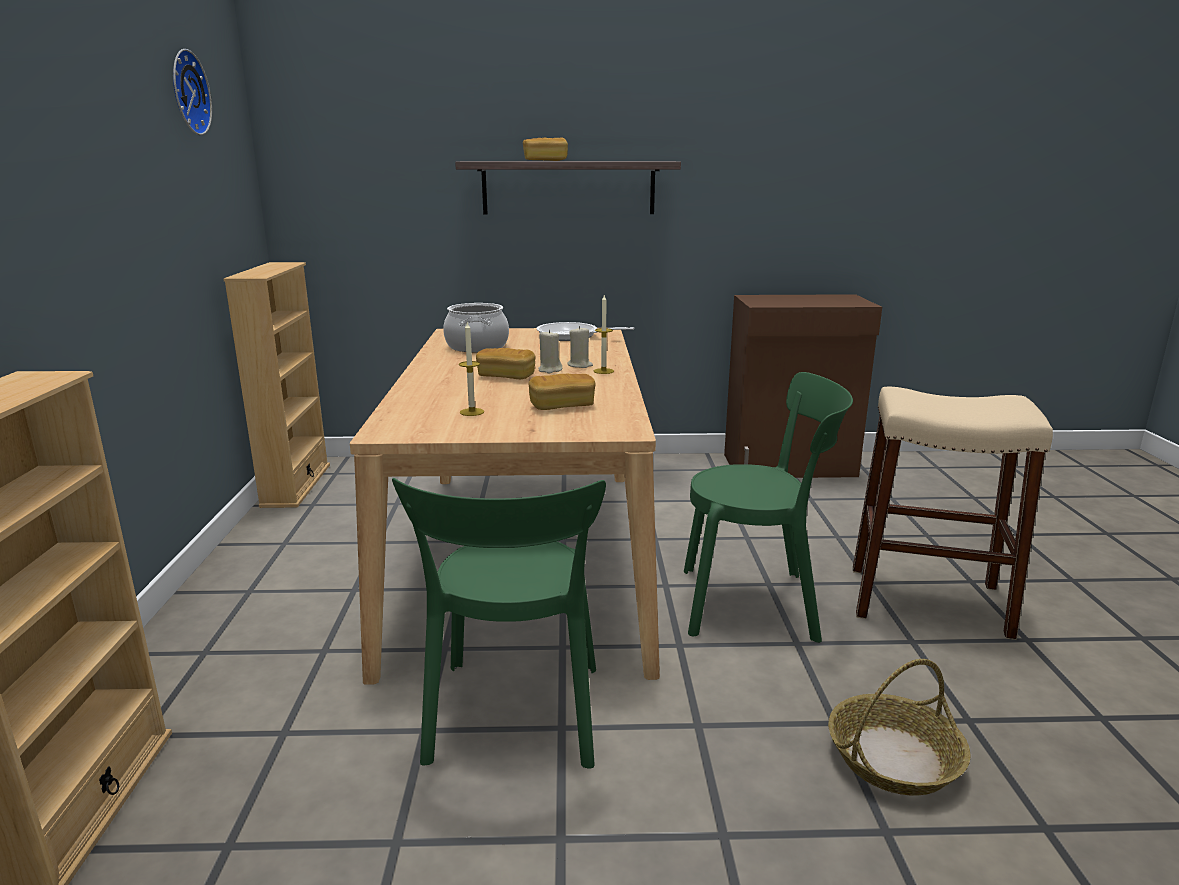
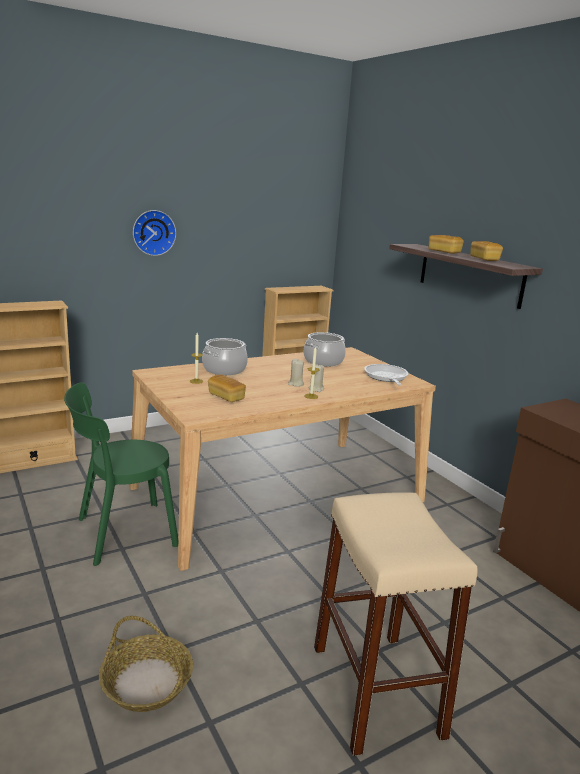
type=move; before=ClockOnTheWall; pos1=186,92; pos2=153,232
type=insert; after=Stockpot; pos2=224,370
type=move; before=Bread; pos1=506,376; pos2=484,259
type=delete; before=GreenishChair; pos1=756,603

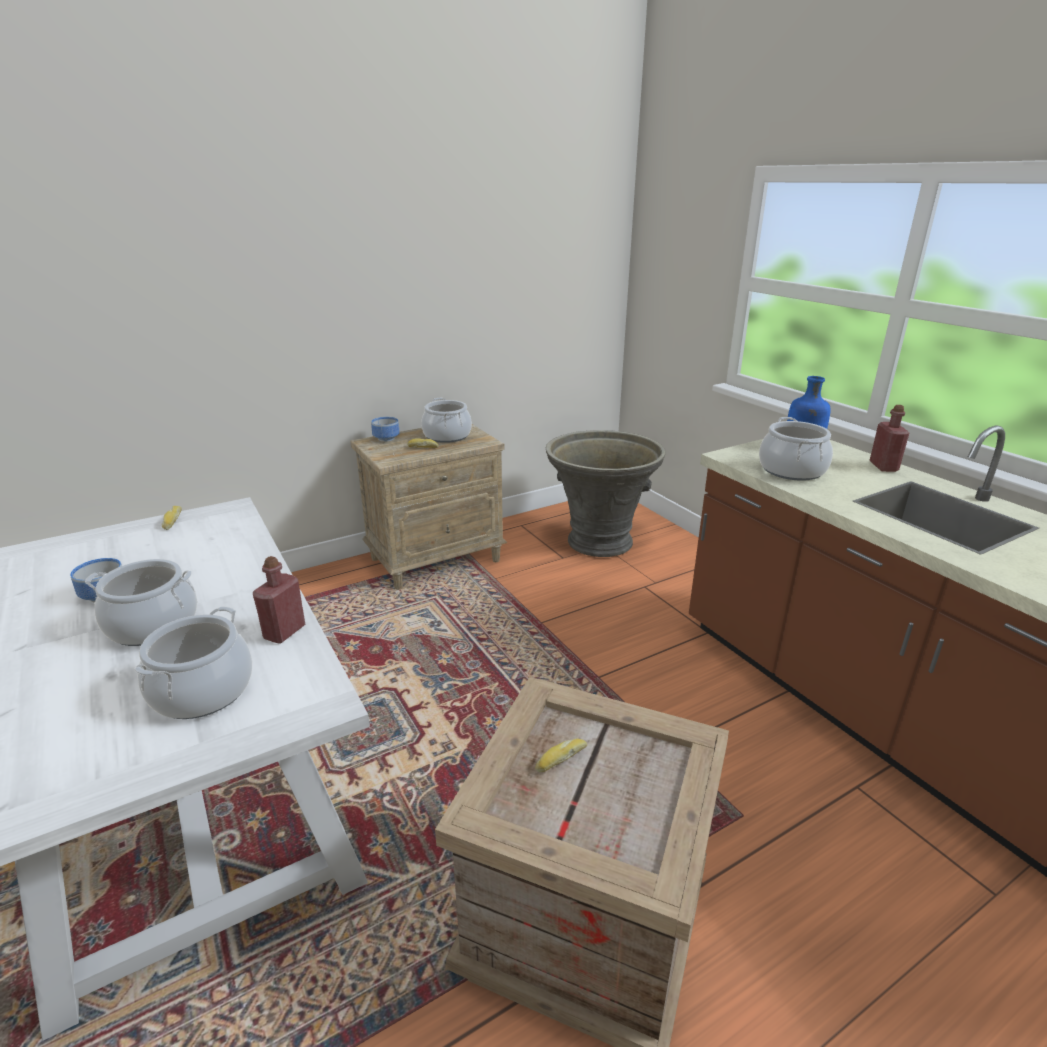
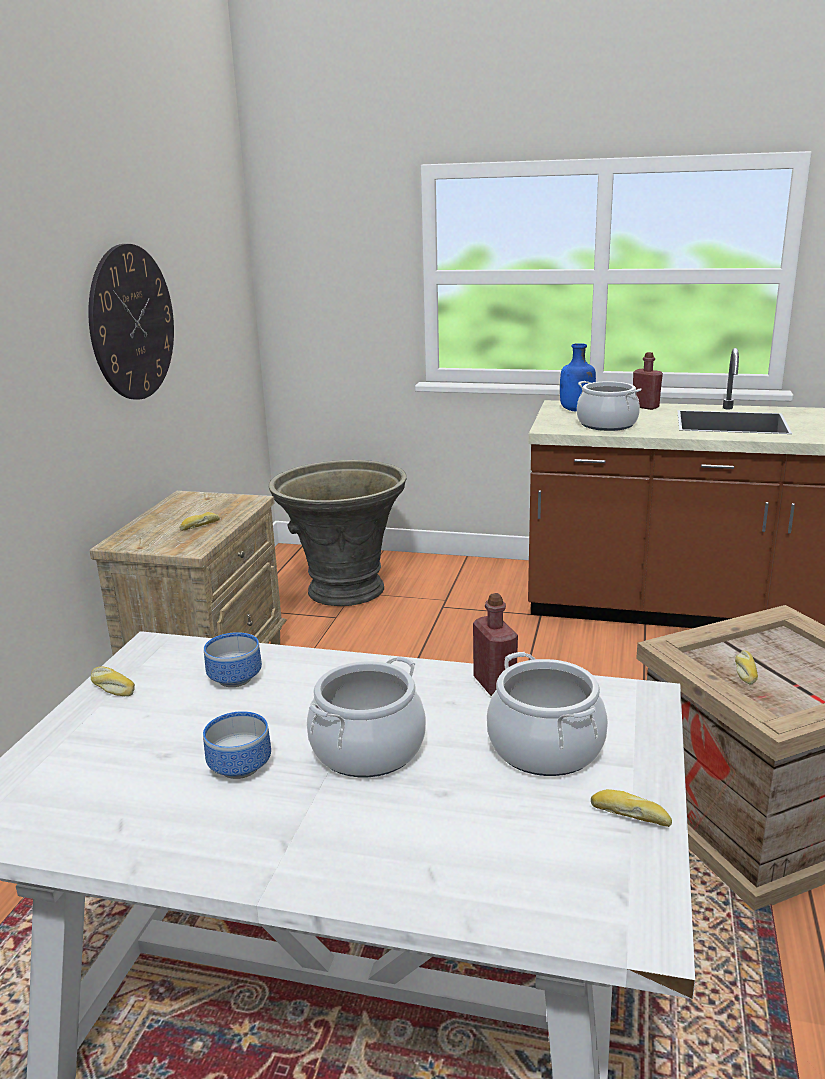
type=insert; after=ClockOnTheWall; pos2=132,323
type=move; before=DeepDish; pos1=385,438; pos2=232,679
type=insert; after=Bread; pos2=630,815
type=delete; before=Stockpot; pos1=447,436

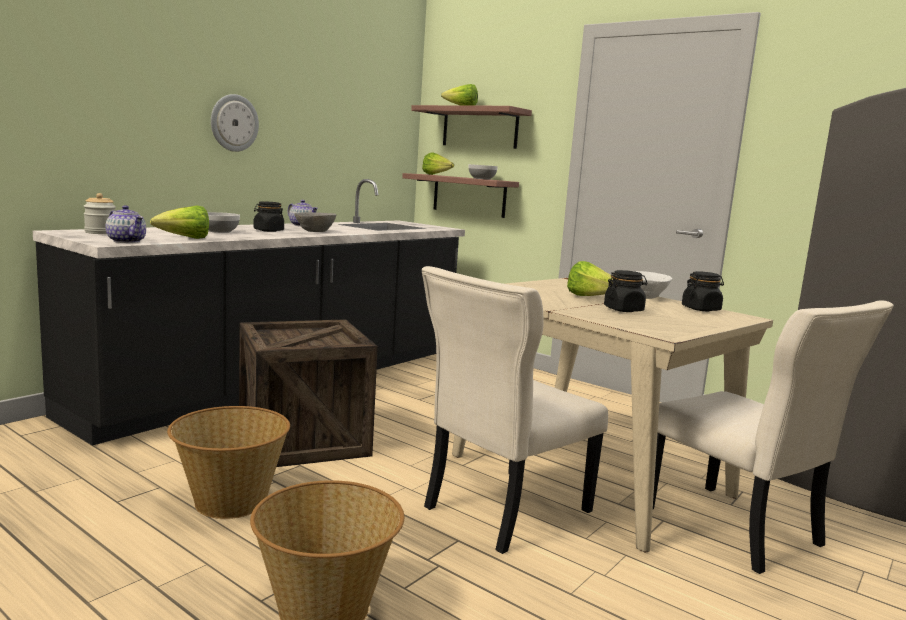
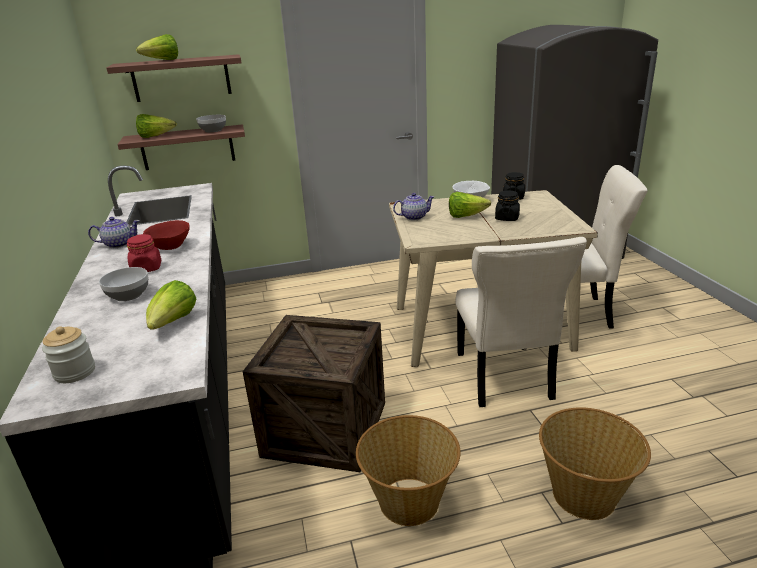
type=recolor; before=BlackPreserveJar; after=RedPreserveJar; pos1=268,230; pos2=147,268
type=recolor; before=GrayDeepDish; after=RedDeepDish; pos1=314,231; pos2=170,246
type=move; before=PotForTea; pos1=126,241; pos2=413,217
type=delete; before=ClockOnTheWall; pos1=234,123

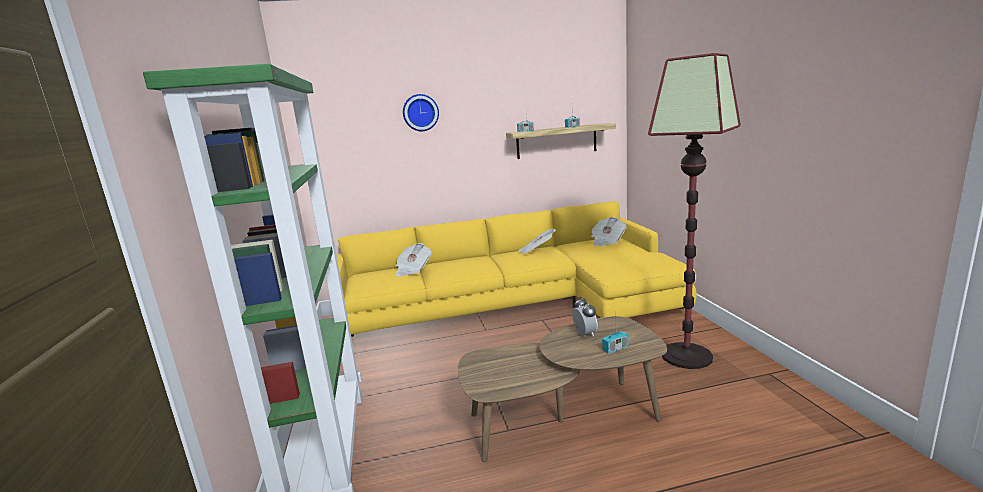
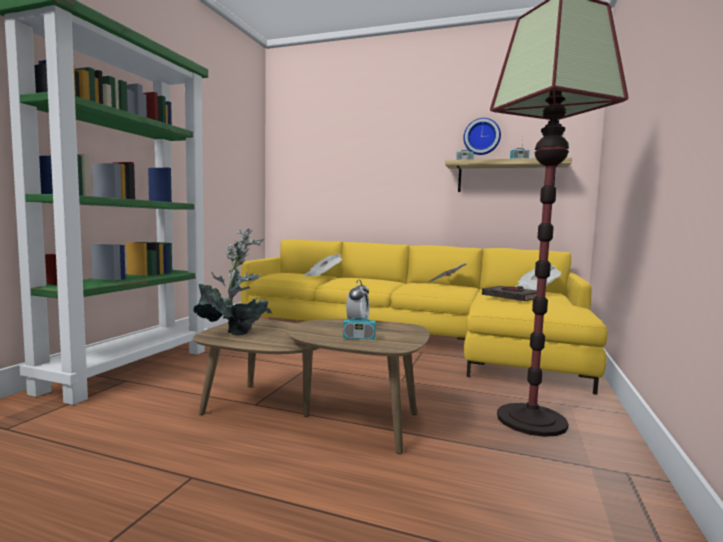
type=insert; after=Houseplant; pos2=235,332
type=move; before=ClockOnTheWall; pos1=420,112; pos2=482,137
type=insert; after=BlackBoundBook; pos2=511,297

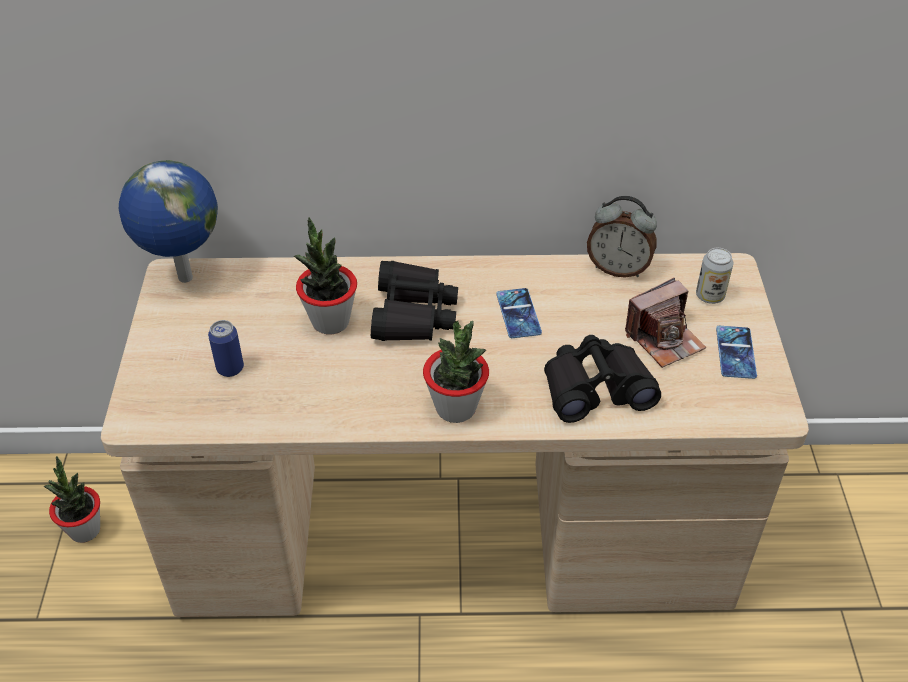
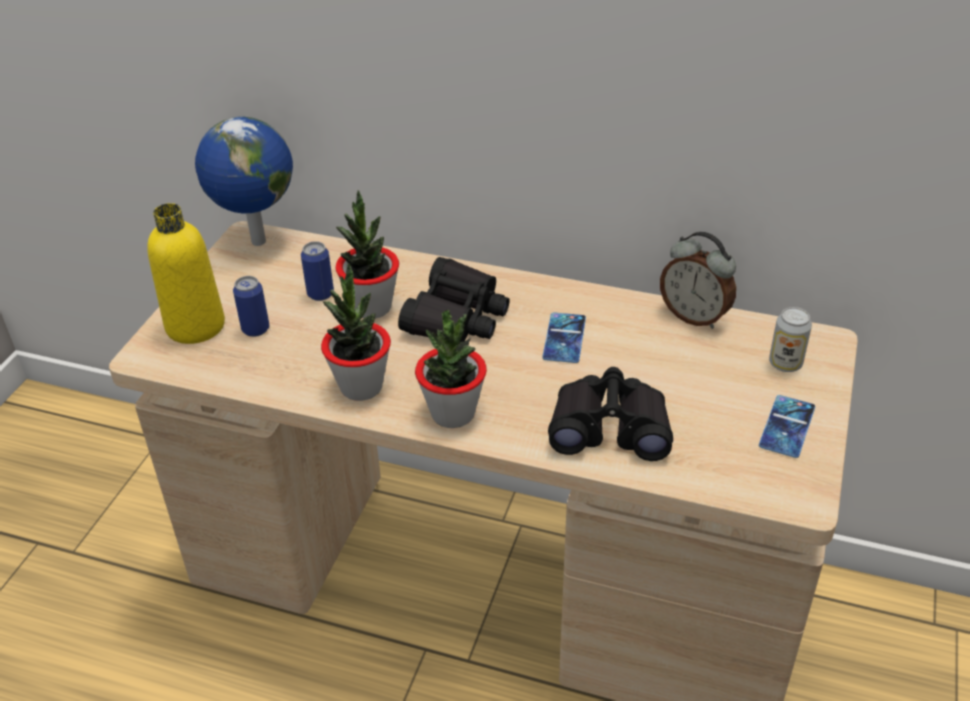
type=insert; after=YellowColouredBeverageBottle; pos2=195,326
type=insert; after=SealedCan; pos2=320,294
type=move; before=Houseplant; pos1=84,530; pos2=361,386
type=delete; before=PhotoCamera; pos1=664,339

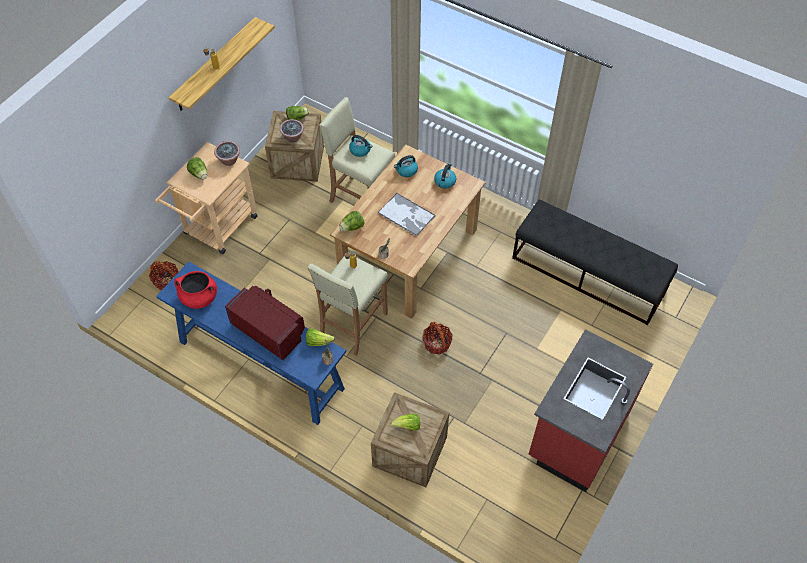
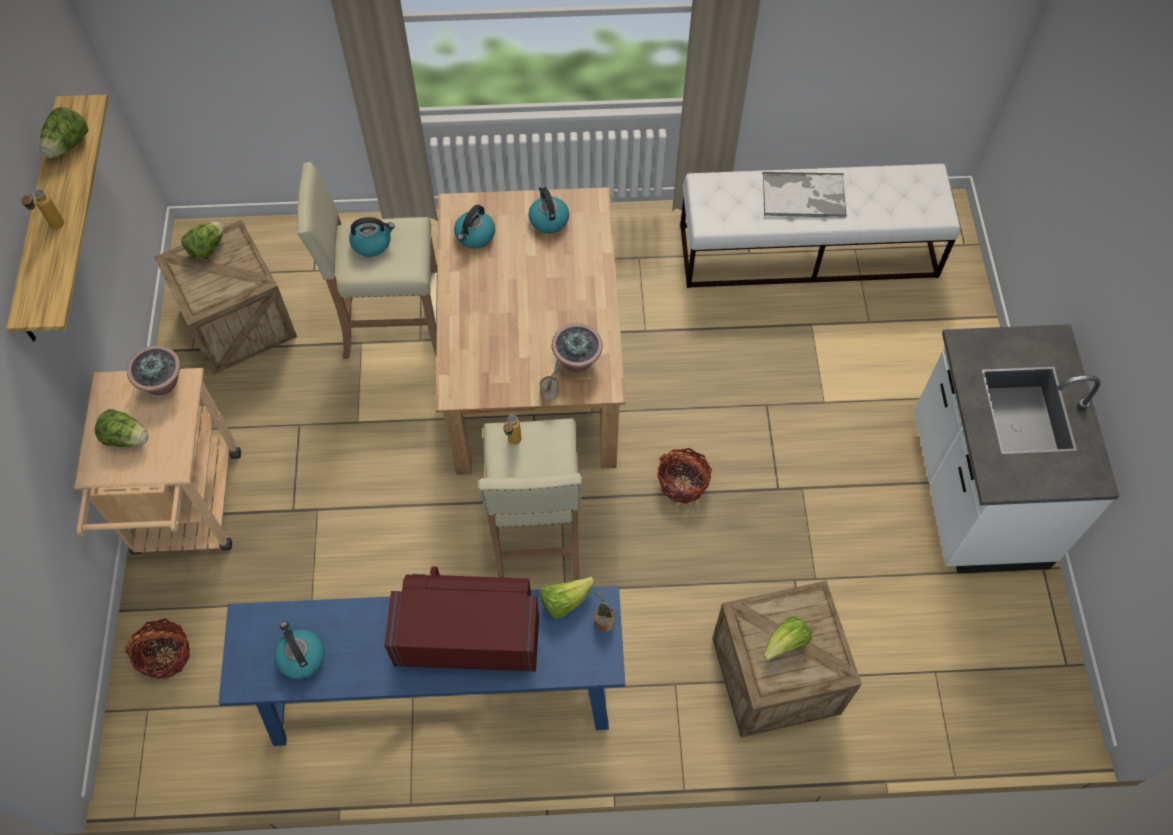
type=move; before=HeadOfLettuce; pos1=352,227; pos2=68,145
type=replace; before=RedStockpot; after=WaterKettle; pos1=199,298; pos2=301,656
type=move; before=Houseplant; pos1=293,138; pos2=577,360
type=recolor; before=BlackLongSeat; after=WhiteColouredLongSeat; pos1=588,275; pos2=808,251
type=move; before=CarryingTray; pos1=407,215; pos2=804,196
type=recolor; before=RedKitchenCounter; after=WhiteColouredKitchenCounter; pos1=577,434; pos2=974,492

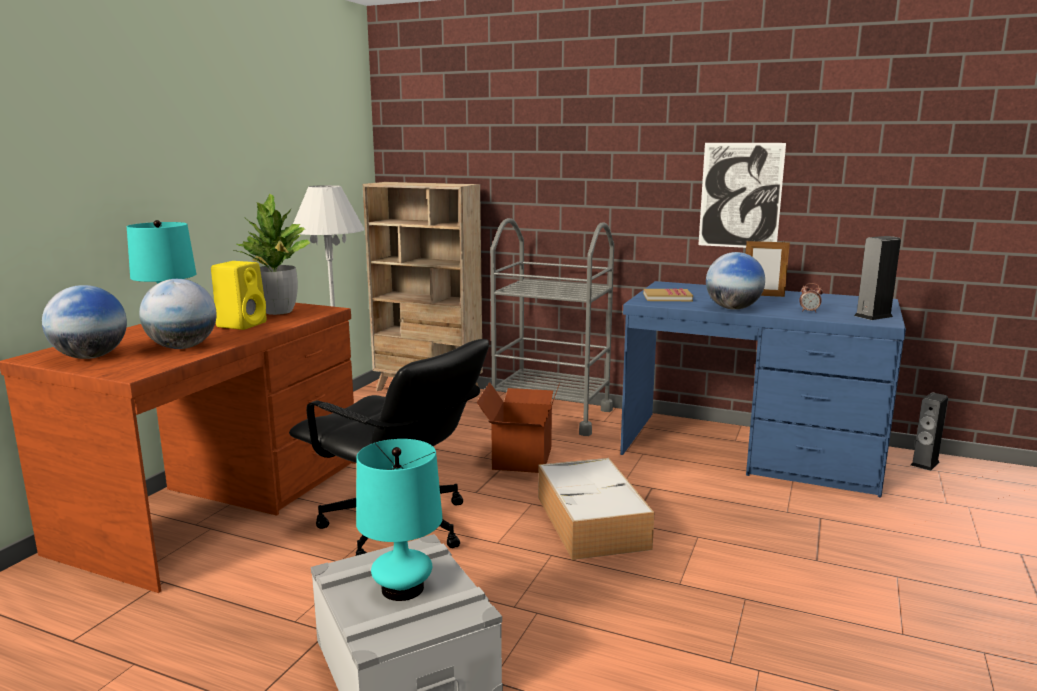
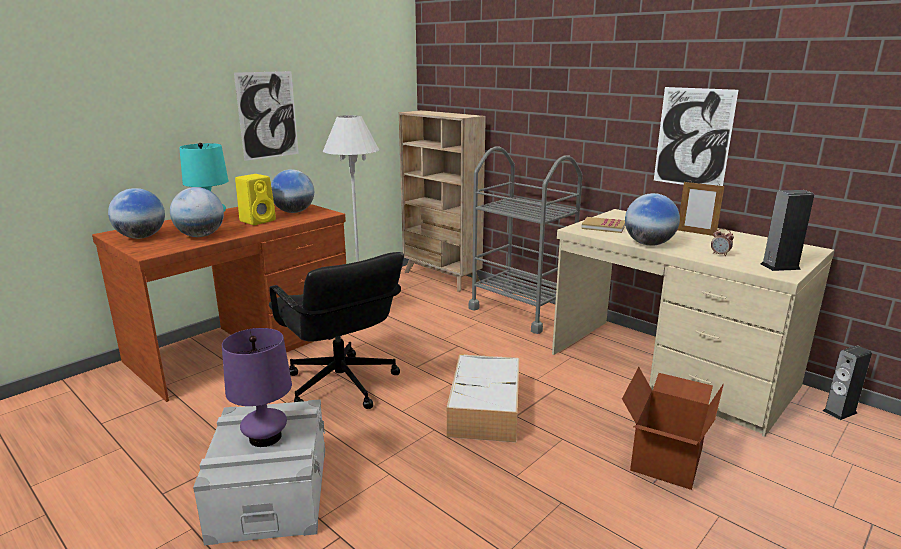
type=recolor; before=BlueGreenTableLamp; after=PurpleTableLamp; pos1=402,588; pos2=265,437
type=insert; after=WallArt; pos2=268,115
type=replace; before=Houseplant; after=WorldGlobe; pos1=278,311; pos2=294,212
type=recolor; before=BluishDesk; after=BeigeDesk; pos1=750,451; pos2=670,370
type=move; before=Carton; pos1=521,458; pos2=665,459

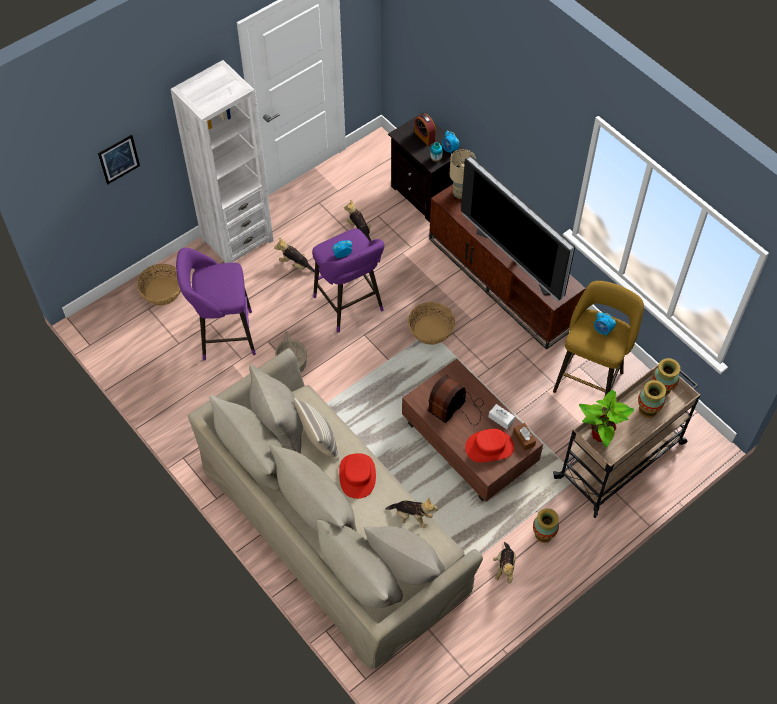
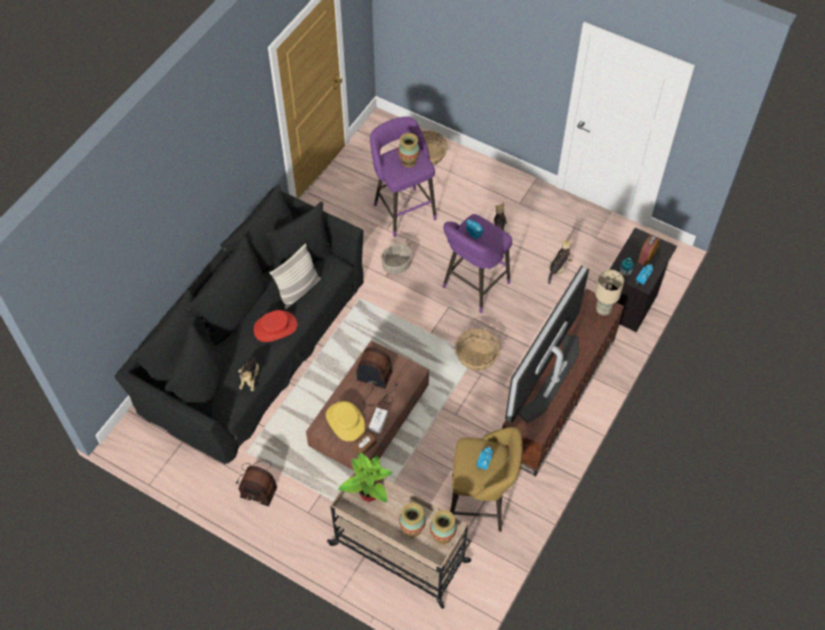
type=recolor; before=BeigeCouch; after=BlackCouch; pos1=334,525; pos2=254,344
type=replace; before=PlushToy; after=RadioReceiver; pos1=504,567; pos2=256,484
type=recolor; before=RedWearableHat; after=YellowColouredWearableHat; pos1=489,447; pos2=345,421
type=move; before=Vase; pos1=543,534; pos2=408,161
type=delete; before=WallArt; pos1=119,159
type=delete; before=WhiteColouredBookcase; pos1=237,240

